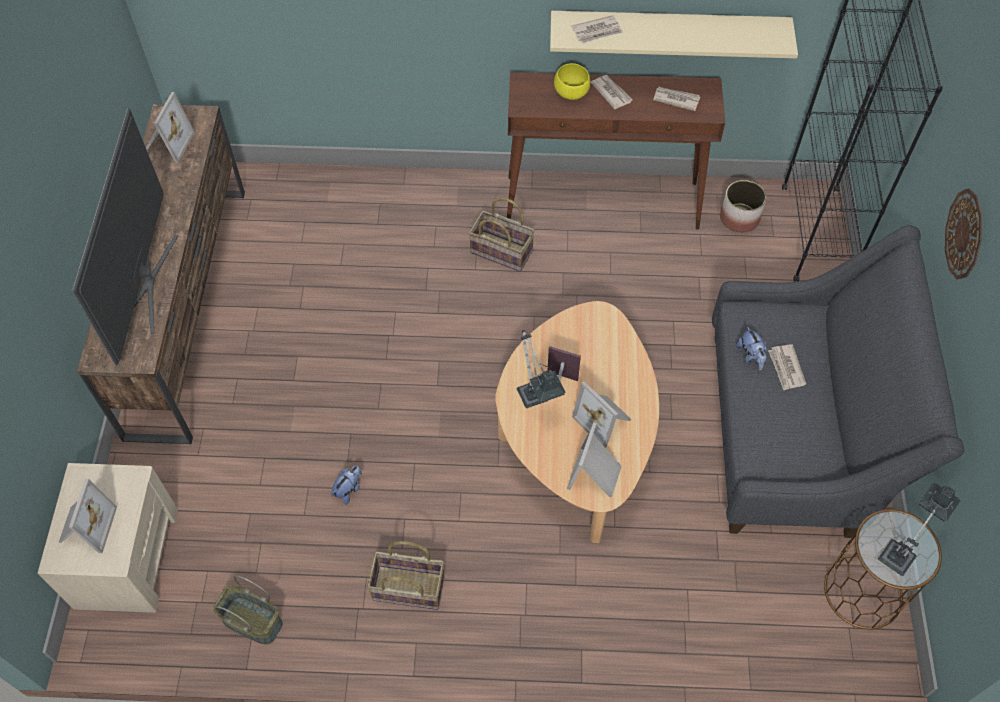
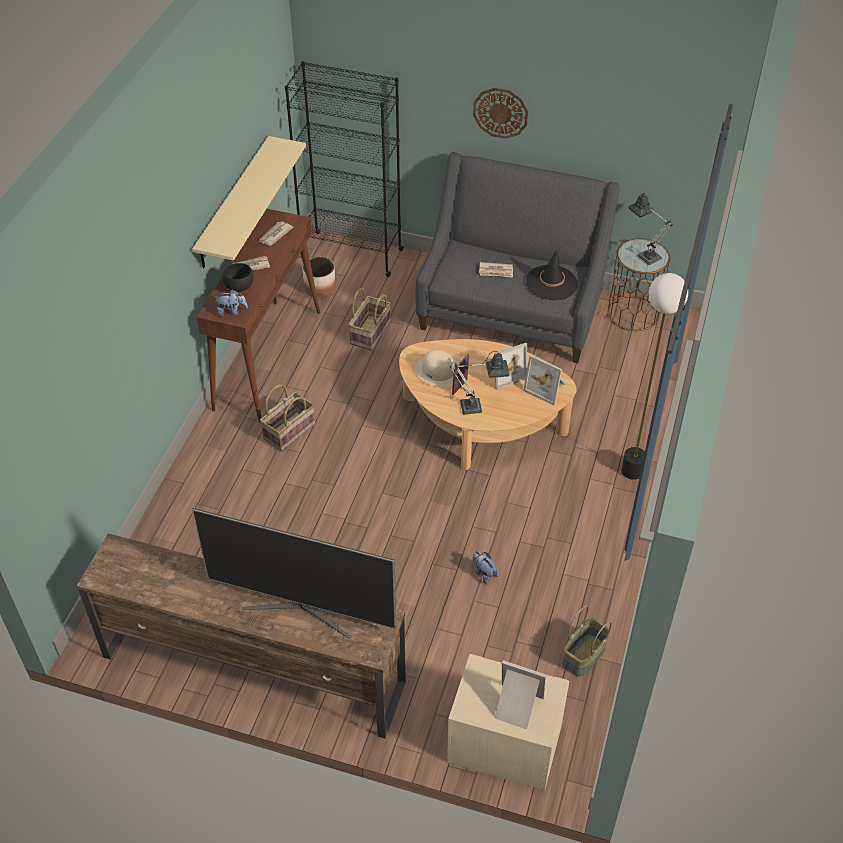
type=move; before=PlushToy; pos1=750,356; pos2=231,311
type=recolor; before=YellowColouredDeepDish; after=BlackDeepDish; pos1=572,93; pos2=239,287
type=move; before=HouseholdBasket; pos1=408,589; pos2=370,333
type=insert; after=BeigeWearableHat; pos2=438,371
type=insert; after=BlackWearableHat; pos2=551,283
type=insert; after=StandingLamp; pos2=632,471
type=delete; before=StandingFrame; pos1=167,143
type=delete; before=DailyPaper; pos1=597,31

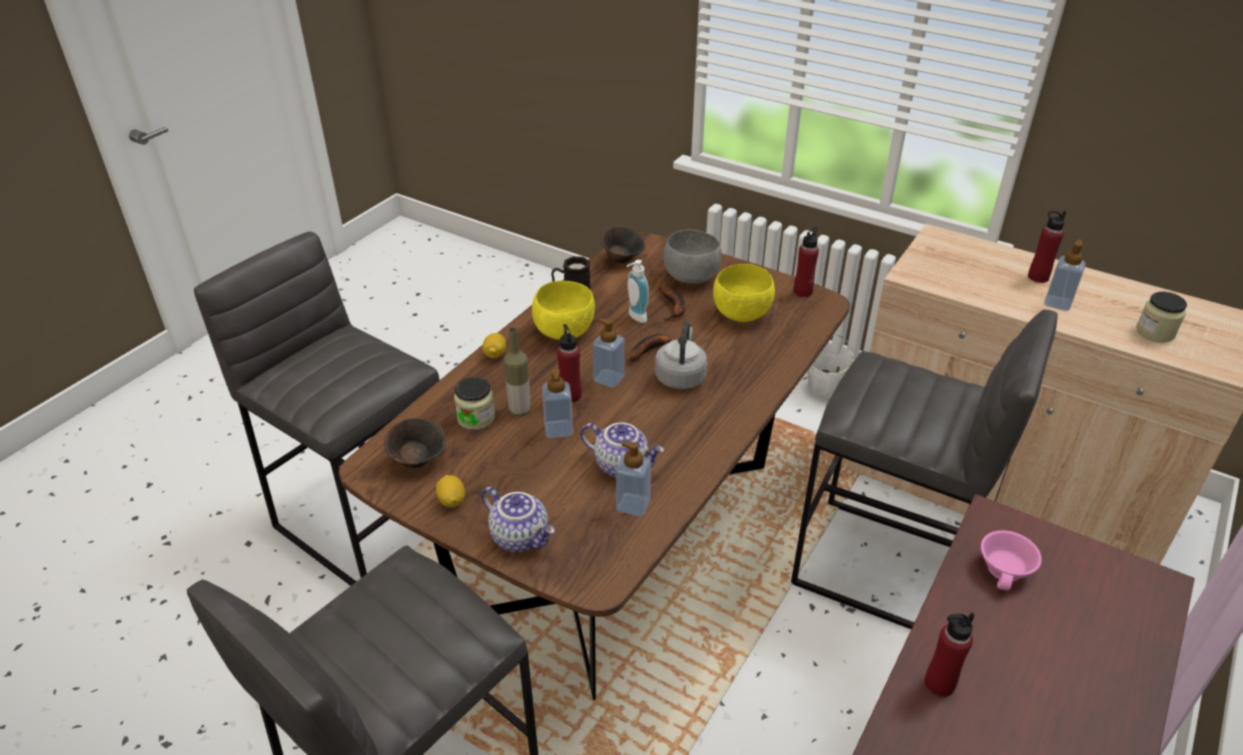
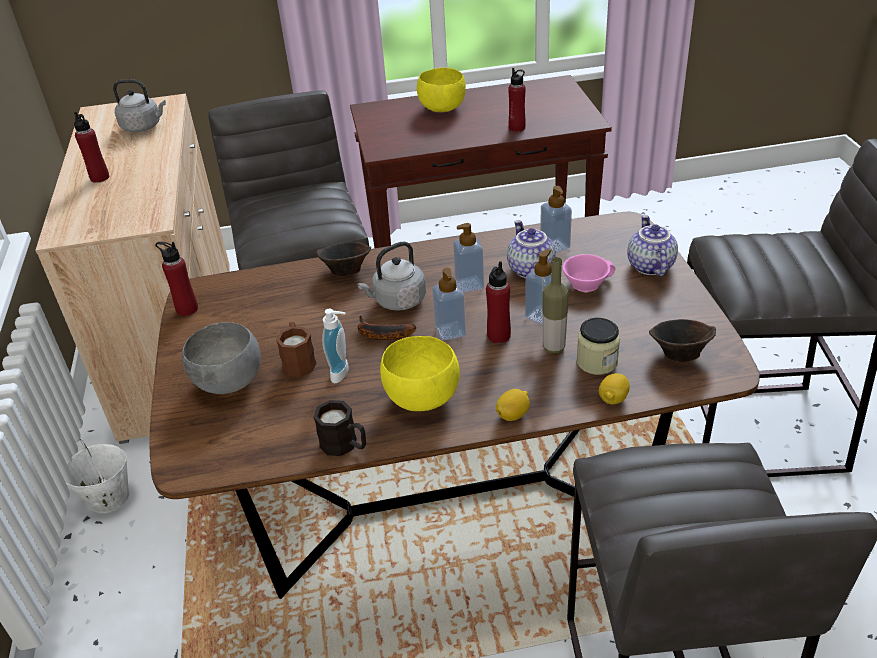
type=replace; before=PreserveJar; after=GrayWaterKettle; pos1=1155,332; pos2=144,127
type=replace; before=WholeBanana; after=BrownColouredMug; pos1=674,308; pos2=299,361
type=move; before=BrownColouredDeepDish; pos1=622,258; pos2=345,271
type=move; before=YellowColouredDeepDish; pos1=742,315; pos2=442,108
type=move; before=SoapDispenser; pos1=1057,303; pos2=469,284
type=move; before=PinkCup; pos1=1006,570; pos2=586,282
type=move; before=CitrusFruit; pos1=452,500; pos2=613,399

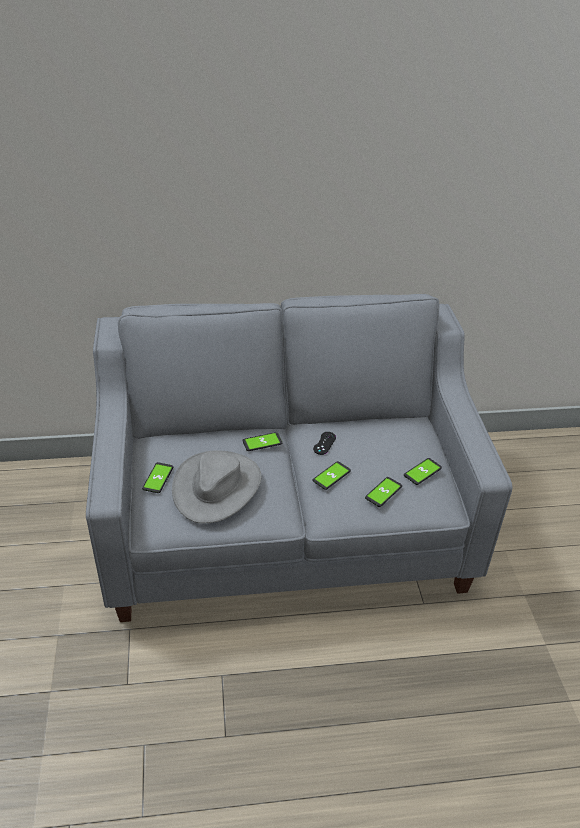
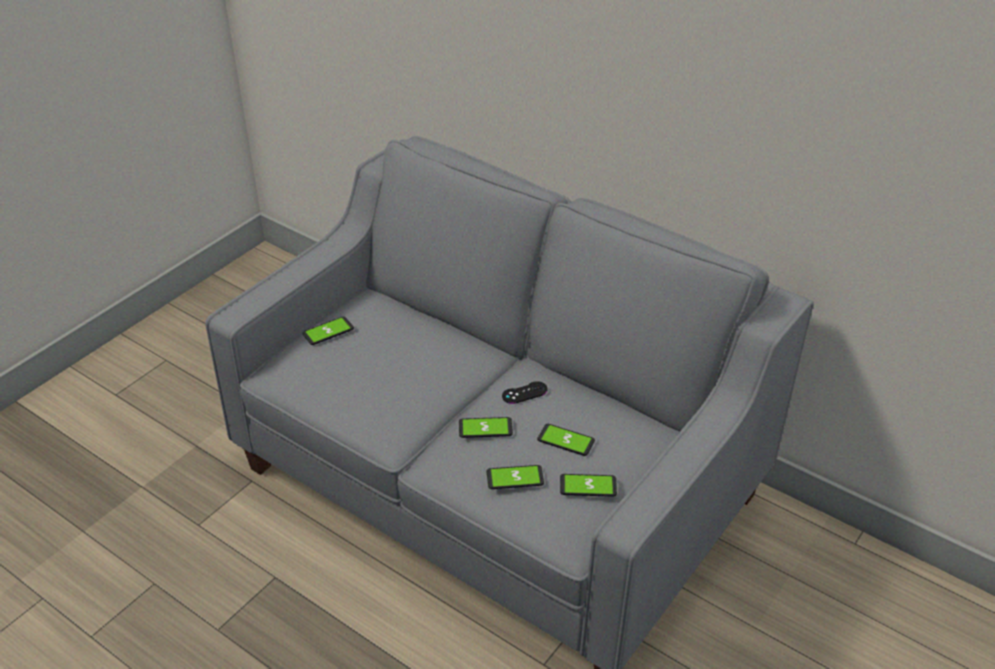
type=move; before=Phone; pos1=262,442; pos2=565,440
type=delete; before=GrayWearableHat; pos1=216,486

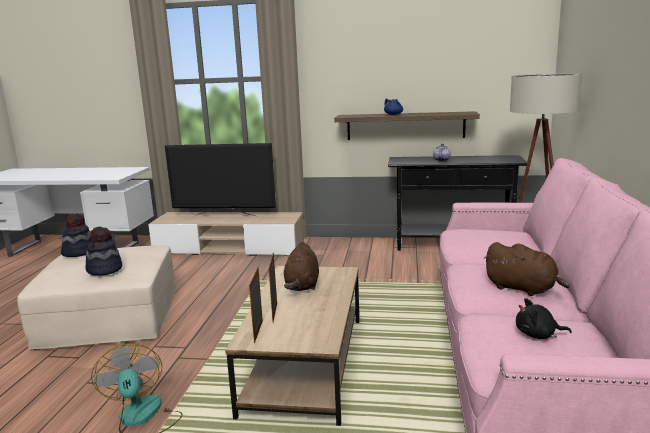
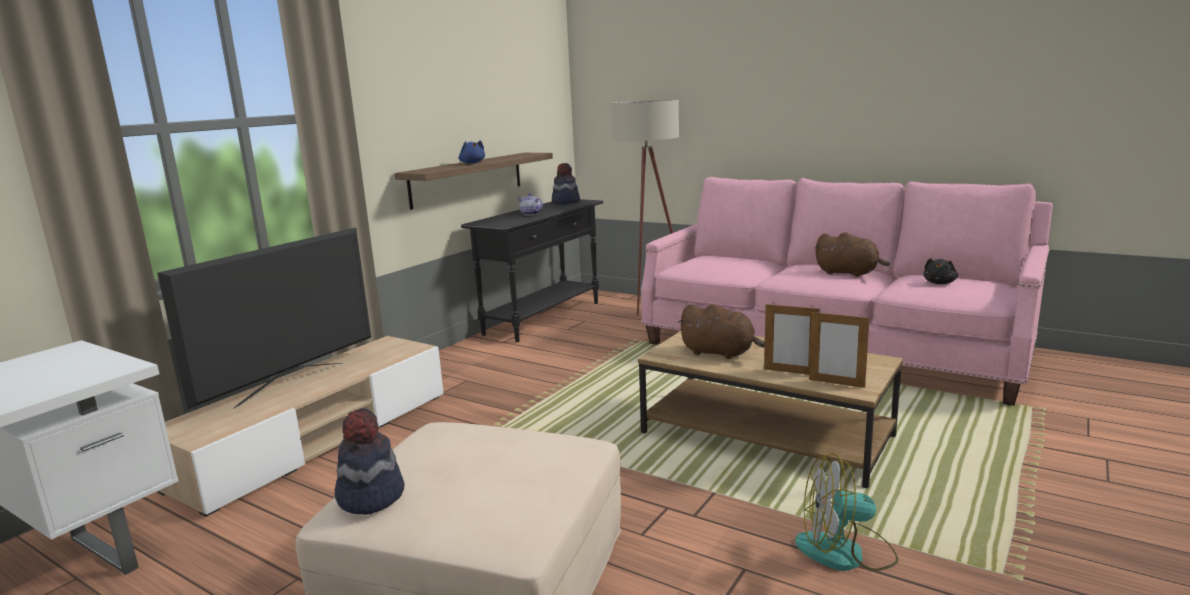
type=move; before=WearableHat; pos1=104,270; pos2=565,202
type=rotate; before=BrownColouredPlushToy; pos1=523,289; pos2=849,273; turn=60

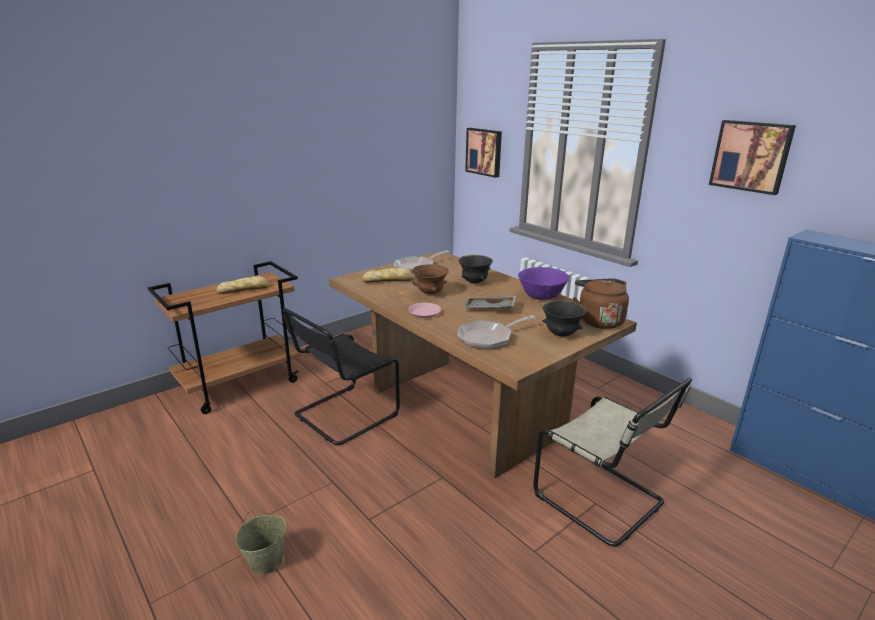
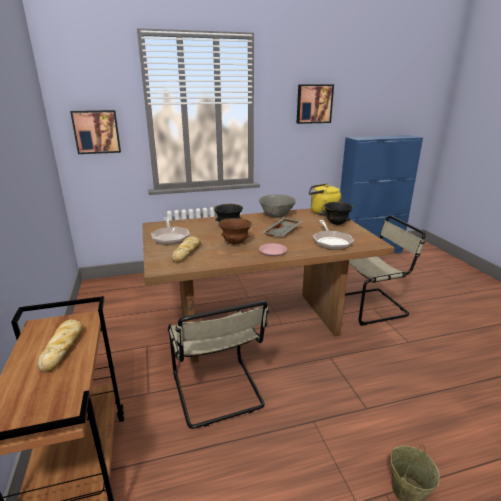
type=recolor; before=BlackChair; after=BeigeChair; pos1=343,416; pos2=218,392
type=recolor; before=PurpleDeepDish; after=GrayDeepDish; pos1=541,297; pos2=276,216
type=recolor; before=BrownColouredWaterKettle; after=YellowColouredWaterKettle; pos1=598,320; pos2=322,212

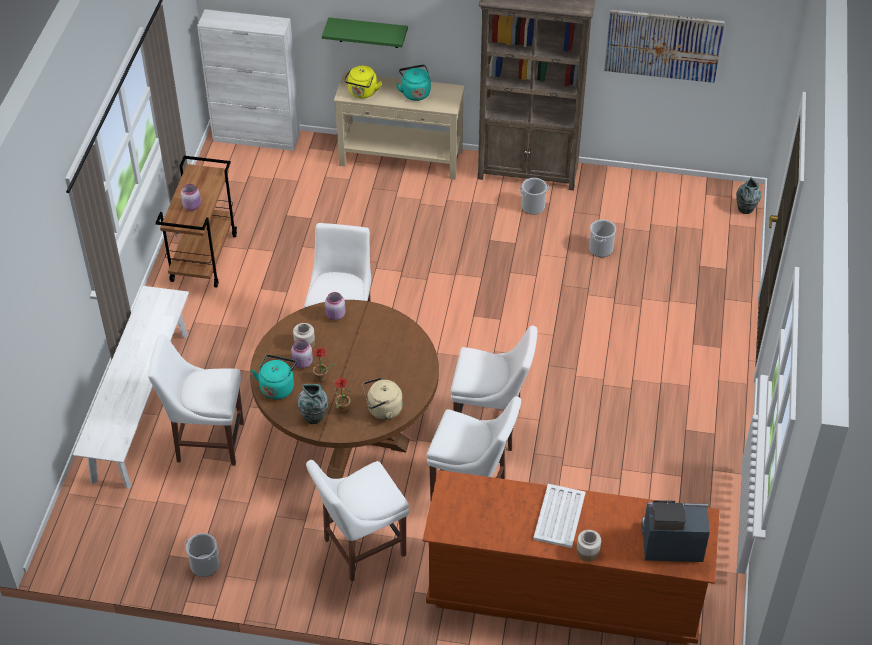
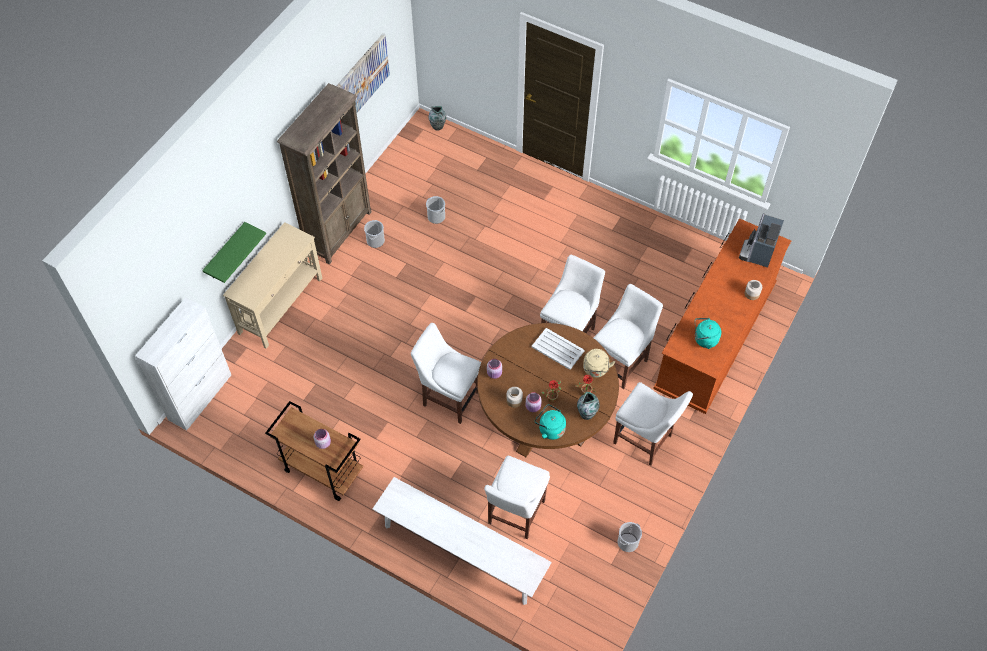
type=move; before=WhiteColouredCarryingTray; pos1=559,517; pos2=558,349
type=rotate; before=WhiteColouredChair; pos1=360,548; pos2=645,441; turn=-45
type=move; before=BlueGreenWaterKettle; pos1=415,92; pos2=704,339
type=delete; before=YellowColouredWaterKettle; pos1=362,93

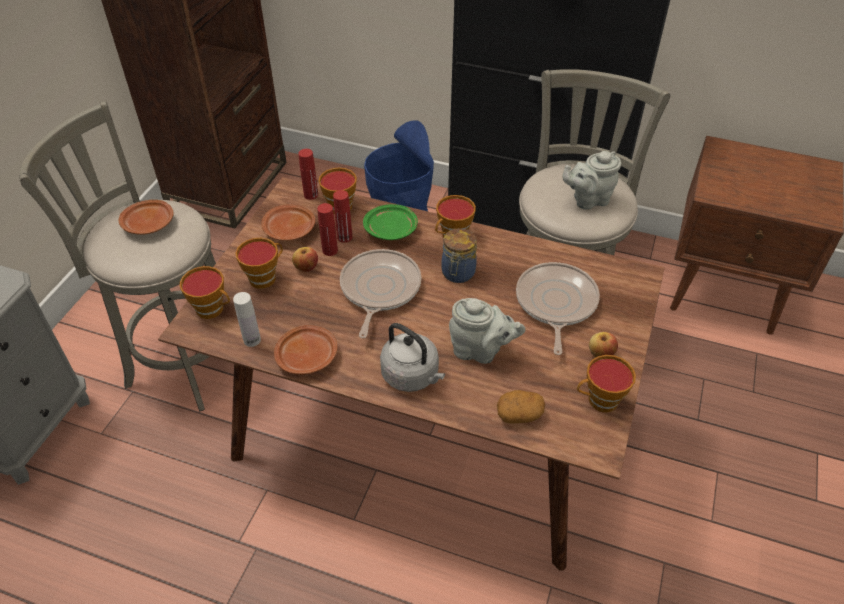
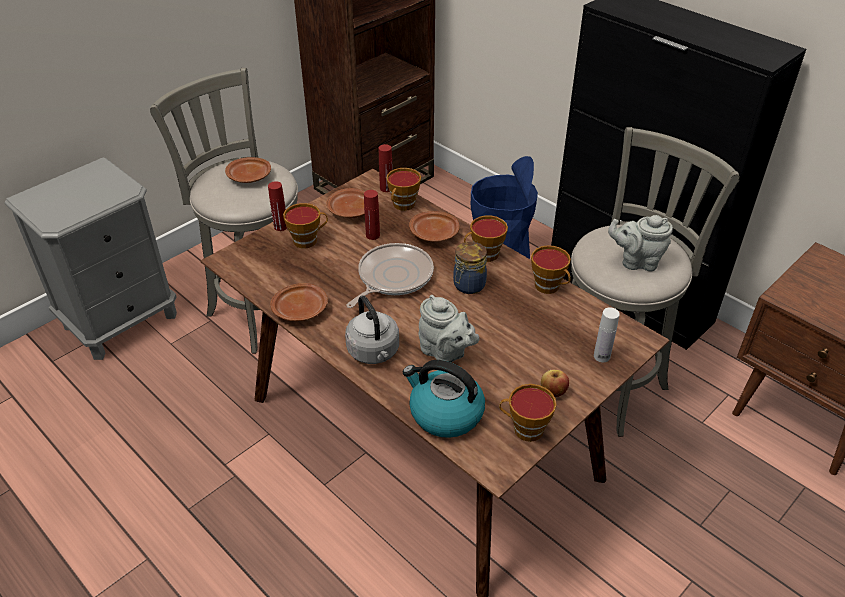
type=move; before=RedBeverageBottle; pos1=344,237; pos2=280,226
type=replace; before=Spud; after=WaterKettle; pos1=519,414; pos2=445,413
type=recolor; before=GreenishPlate; after=BrownColouredPlate; pos1=391,229; pos2=435,234
type=move; before=Cup; pos1=213,309; pos2=549,287
type=move; before=WhiteColouredBeverageBottle; pos1=252,340; pos2=601,356
type=delete; before=WholeApple; pos1=306,267
type=delete; before=Skillet; pos1=555,304

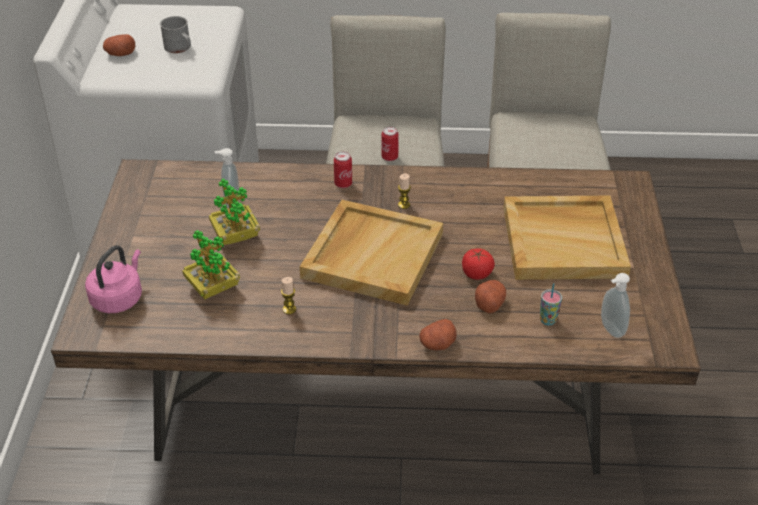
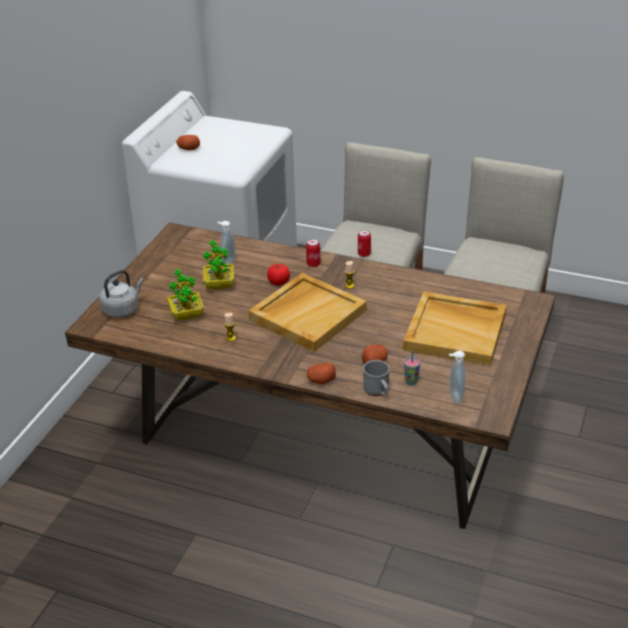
type=recolor; before=PinkWaterKettle; after=GrayWaterKettle; pos1=118,298; pos2=122,309
type=move; before=Tomato; pos1=476,274; pos2=278,282
type=move; before=GrayMug; pos1=180,48; pos2=378,391

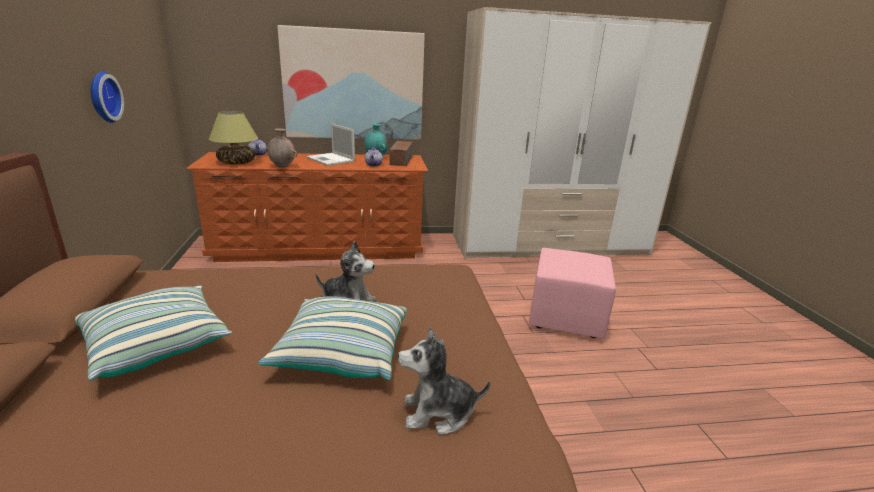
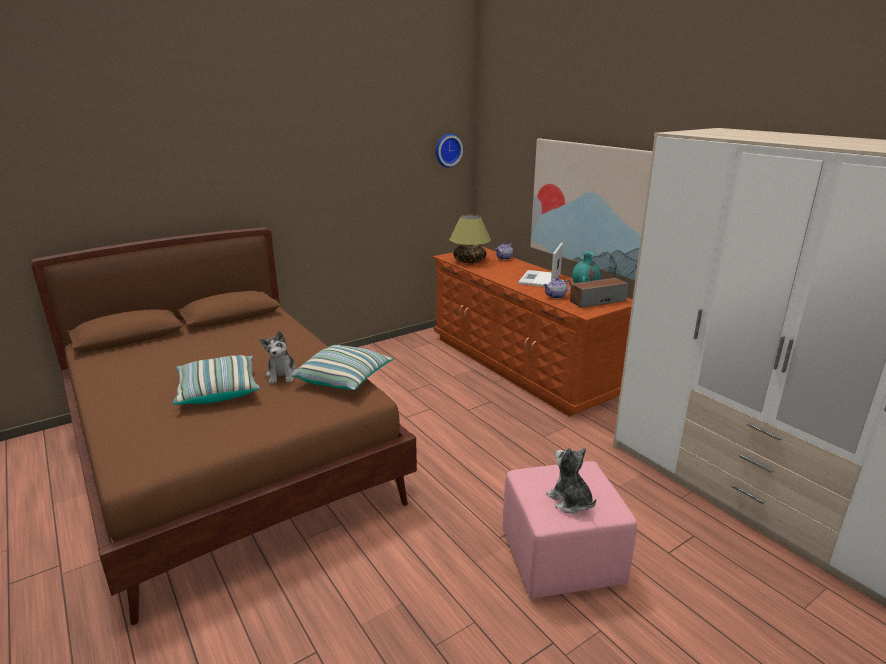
type=move; before=ThrowPillow; pos1=157,344; pos2=344,379
type=move; before=ClockOnTheWall; pos1=102,97; pos2=447,150
type=move; before=PlushToy; pos1=438,413; pos2=570,501
type=delete; before=BrownColouredVase; pos1=282,166

